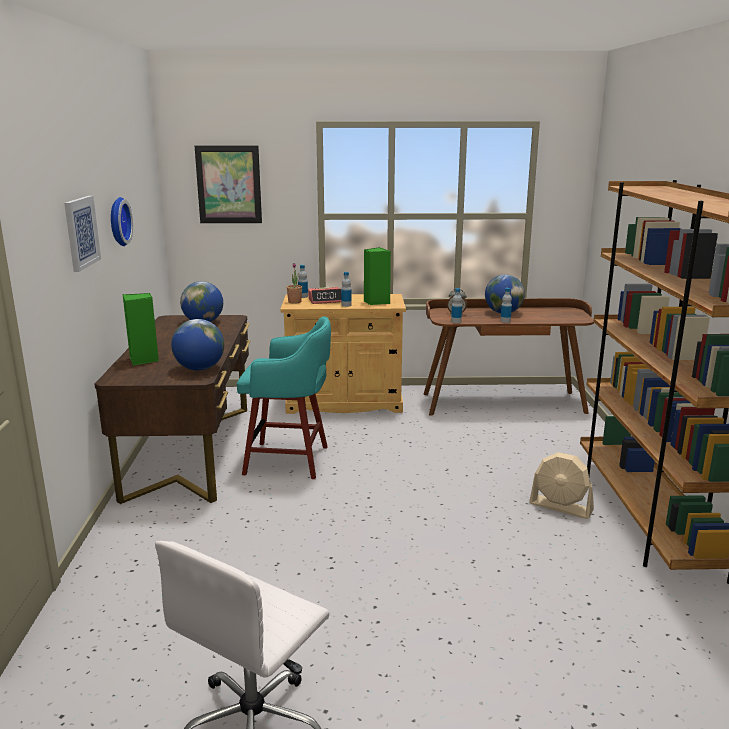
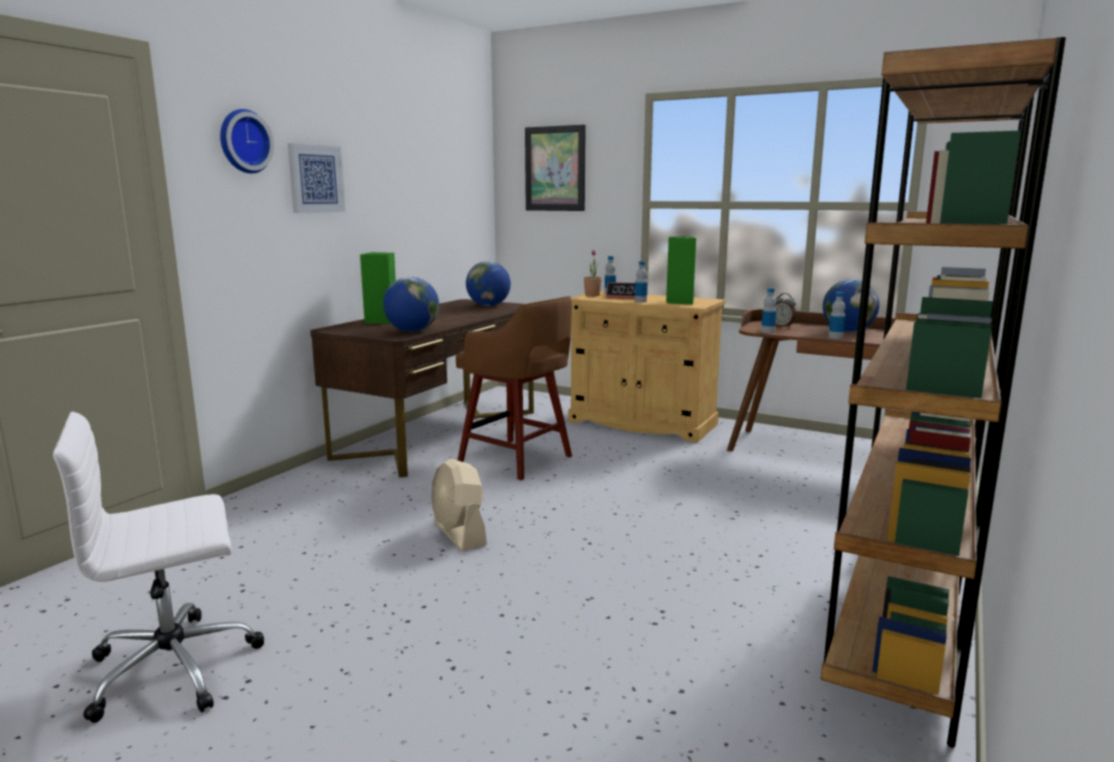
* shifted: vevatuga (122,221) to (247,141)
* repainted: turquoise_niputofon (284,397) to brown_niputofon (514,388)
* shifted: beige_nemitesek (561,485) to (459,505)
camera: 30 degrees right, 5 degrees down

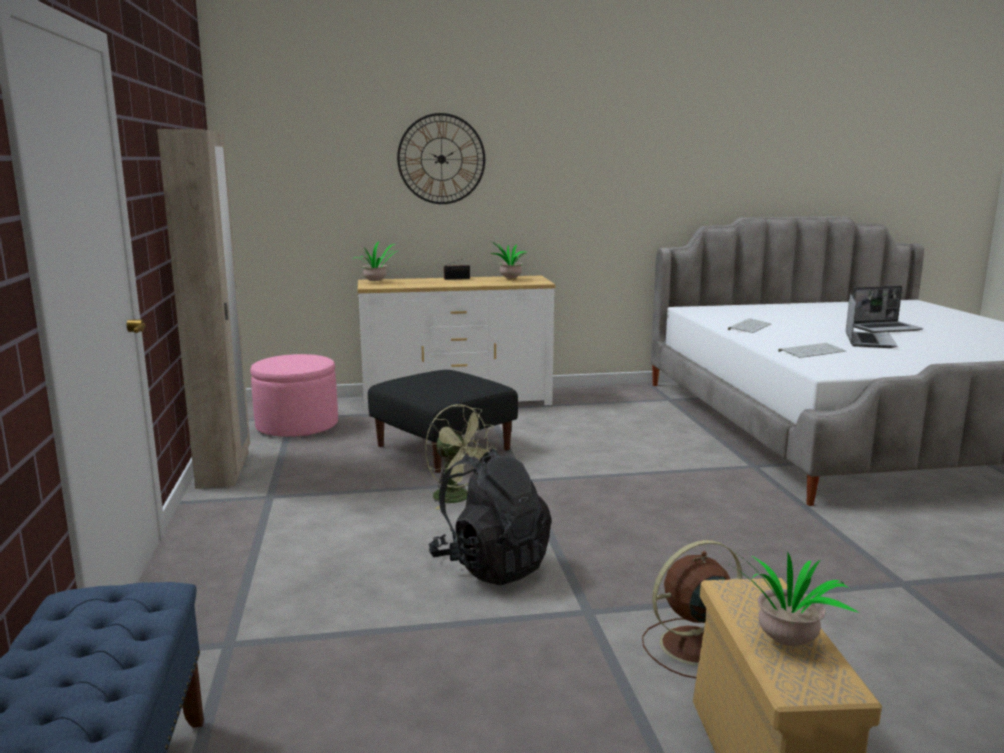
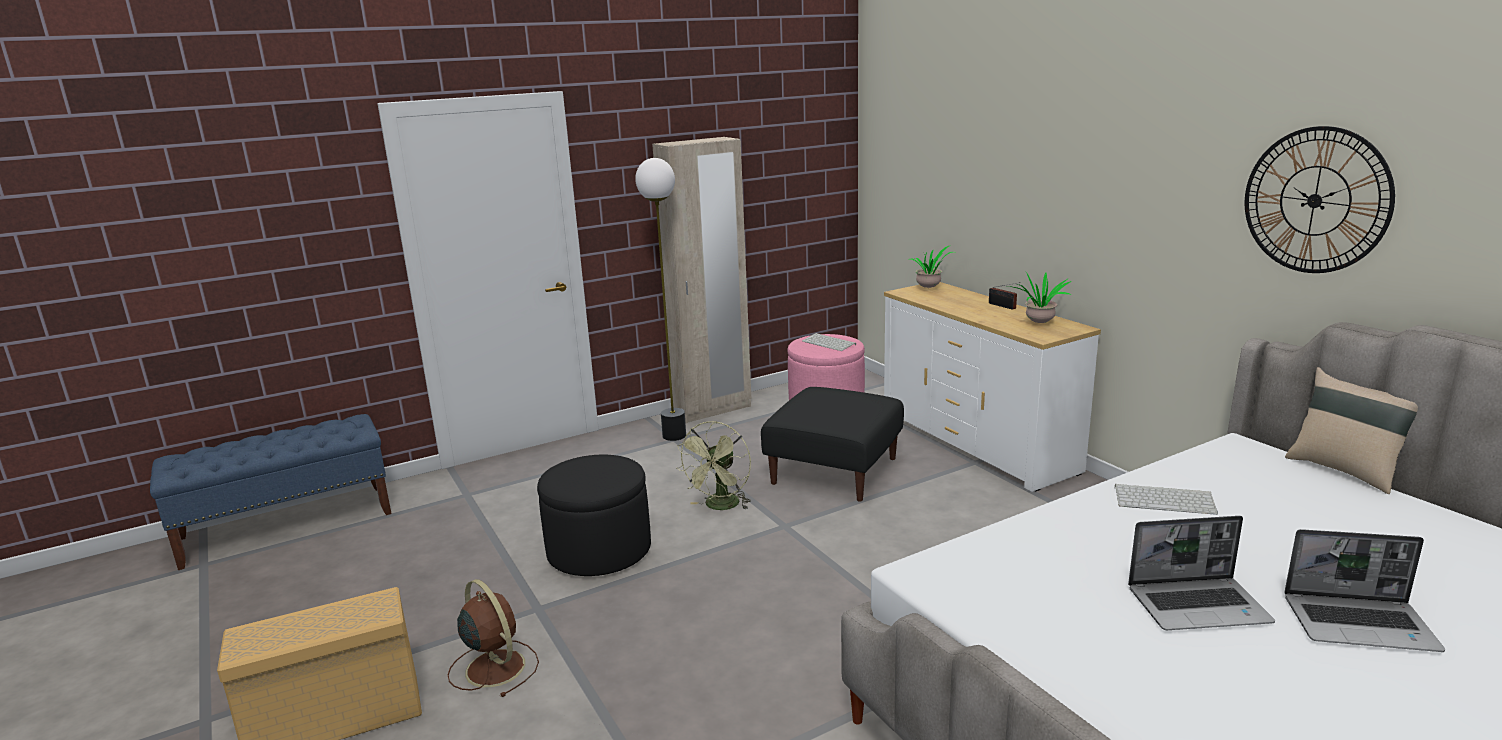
* shifted: vevatuga (441,158) to (1320,199)
* swapped: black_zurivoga (490,516) to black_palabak (594,515)
* gone: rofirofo (797,599)
* shifted: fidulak (812,350) to (829,342)
* rotated: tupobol (888,309) = (1364,590) 45 degrees counterclockwise
* new: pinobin (660,299)
* new: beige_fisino (1351,430)
camera: 70 degrees right, 5 degrees up

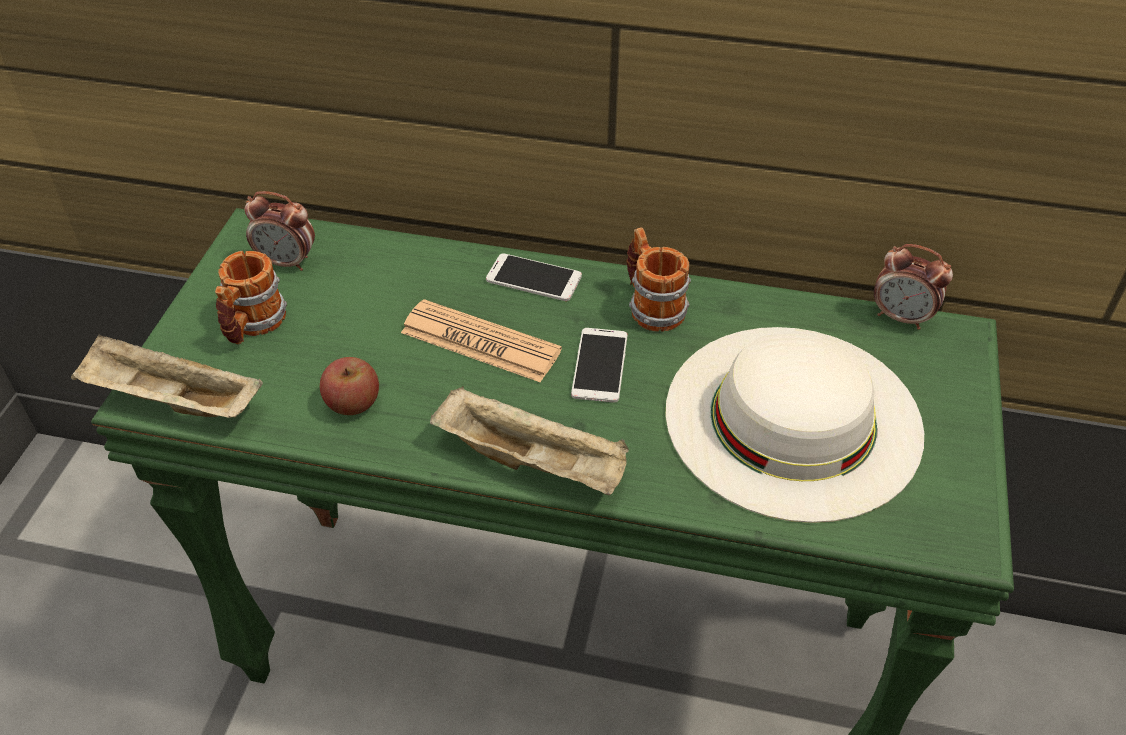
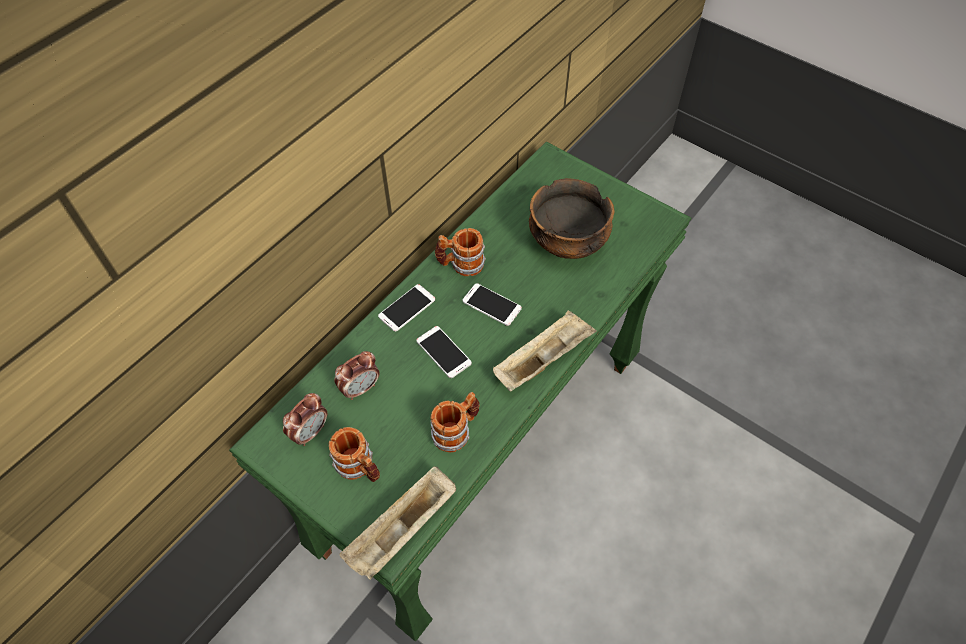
* swapped: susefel (349,386) to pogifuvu (455,422)
* swapped: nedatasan (481,341) to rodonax (444,352)
* swapped: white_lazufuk (794,425) to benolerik (572,218)
* shifted: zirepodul (913,287) to (357,375)
camera: 65 degrees left, 10 degrees up

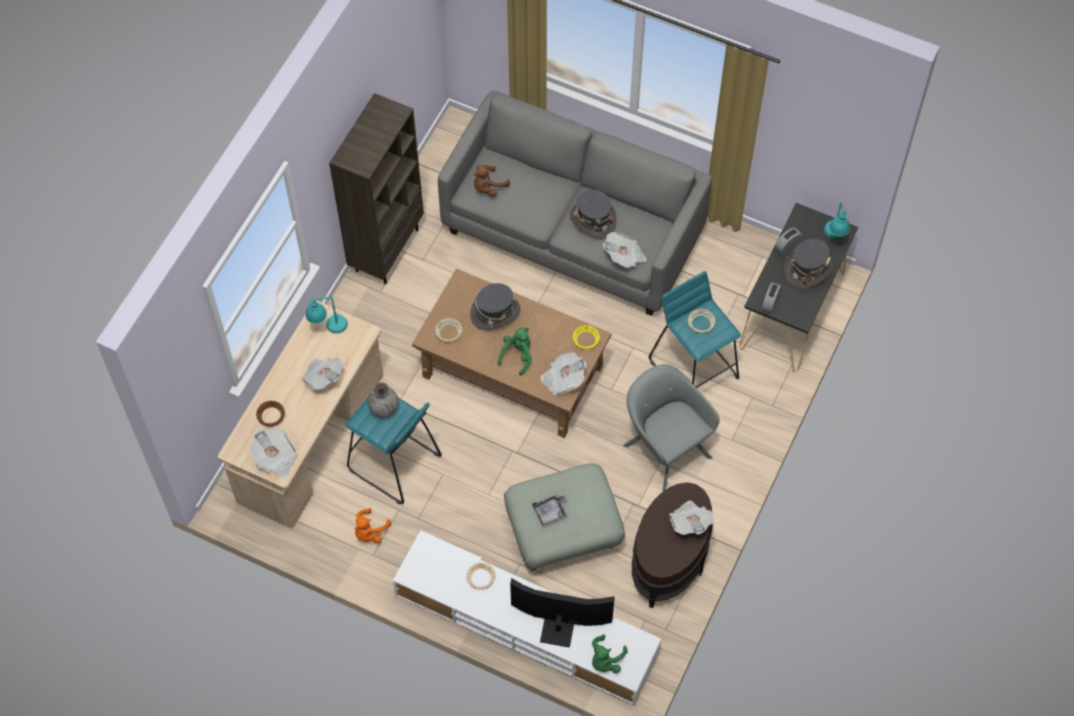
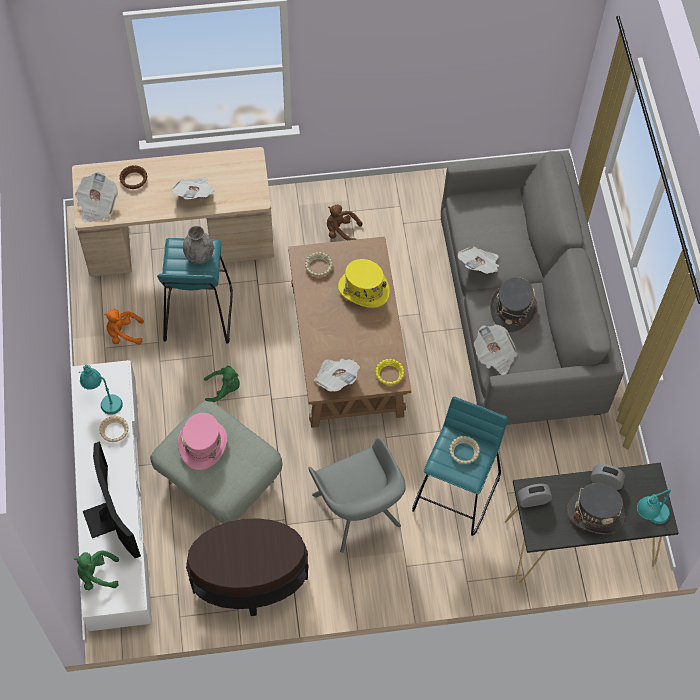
* shifted: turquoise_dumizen (327,315) to (100,390)
* gone: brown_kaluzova (376,188)
* repainted: grey_lazufuk (495,306) to yellow_lazufuk (364,283)
* shifted: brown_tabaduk (492,181) to (344,222)
* shifted: green_tabaduk (515,352) to (222,384)
* swapped: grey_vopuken (550,510) to pink_lazufuk (202,441)
* rotated: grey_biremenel (671,427) = (357,495) 135 degrees clockwise
* shifted: nedatasan (691,518) to (478,260)
camera: 55 degrees right, 0 degrees up

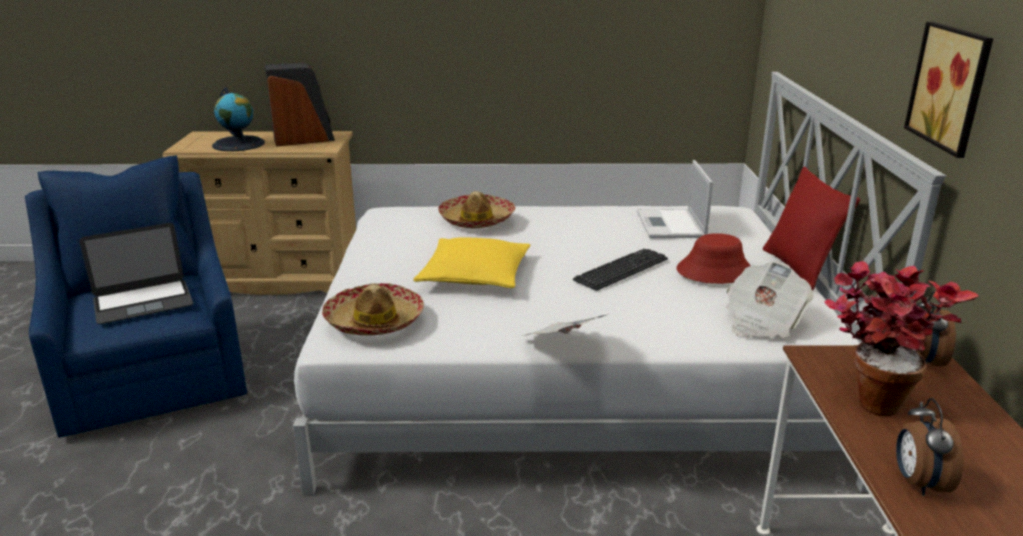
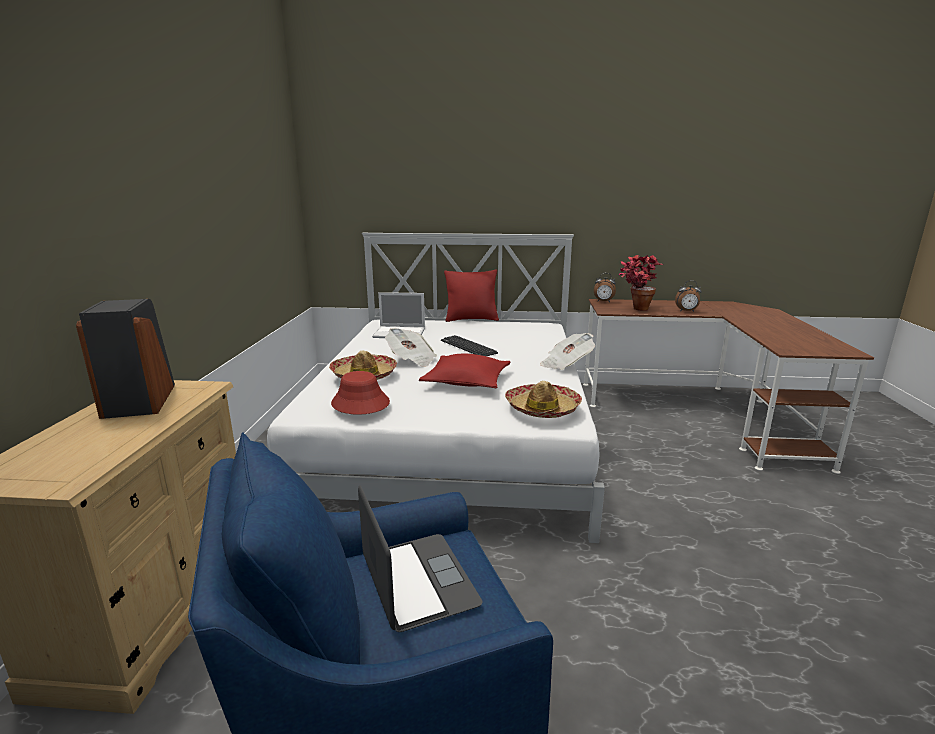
* gone: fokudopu (238,119)
* repainted: yellow_fisino (471,262) to red_fisino (465,371)
* shifted: red_lazufuk (713,258) to (360,393)
* shifted: nedatasan (769,300) to (411,347)
* gone: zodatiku (948,90)
camera: 85 degrees left, 5 degrees down

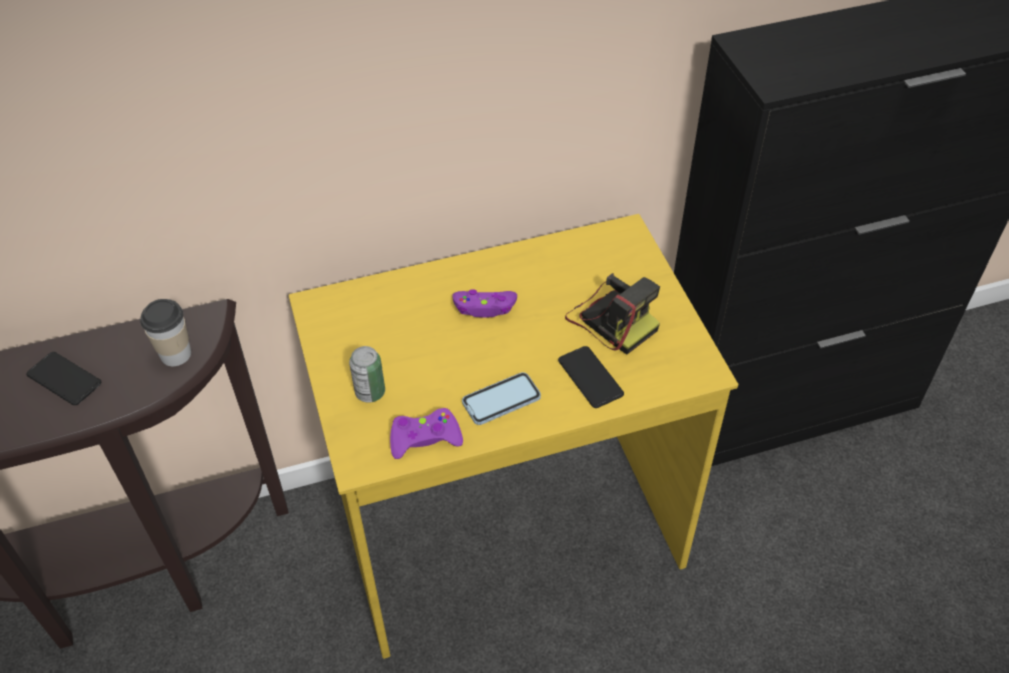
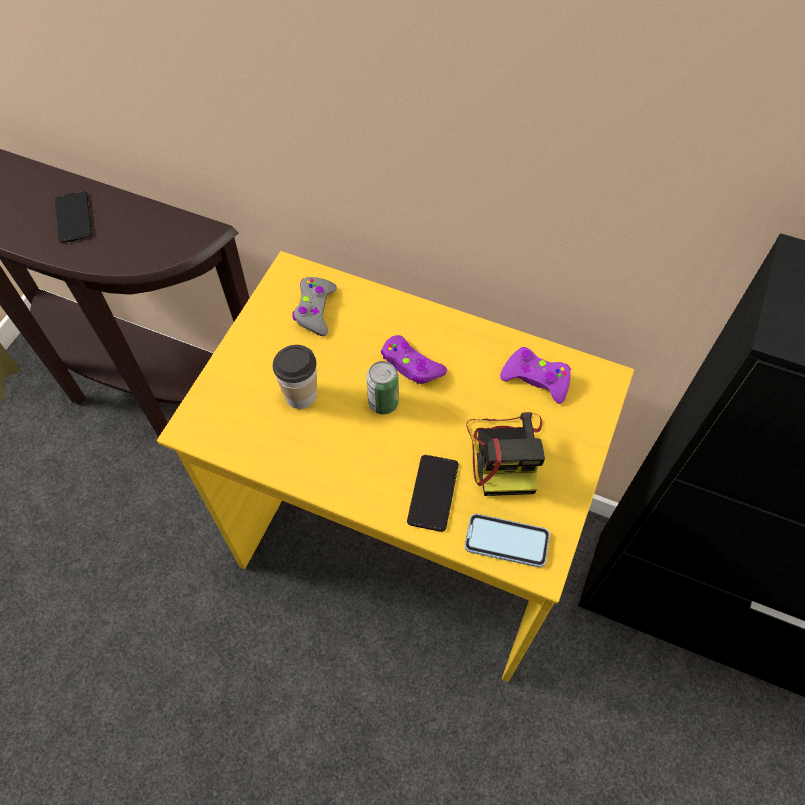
* shifted: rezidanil (165,332) to (295,377)
* shifted: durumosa (367,374) to (382,387)
* shifted: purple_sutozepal (426,433) to (535,375)
* shifted: rodonax (501,398) to (507,540)
* new: grey_sutozepal (314,306)
camera: 40 degrees right, 10 degrees up

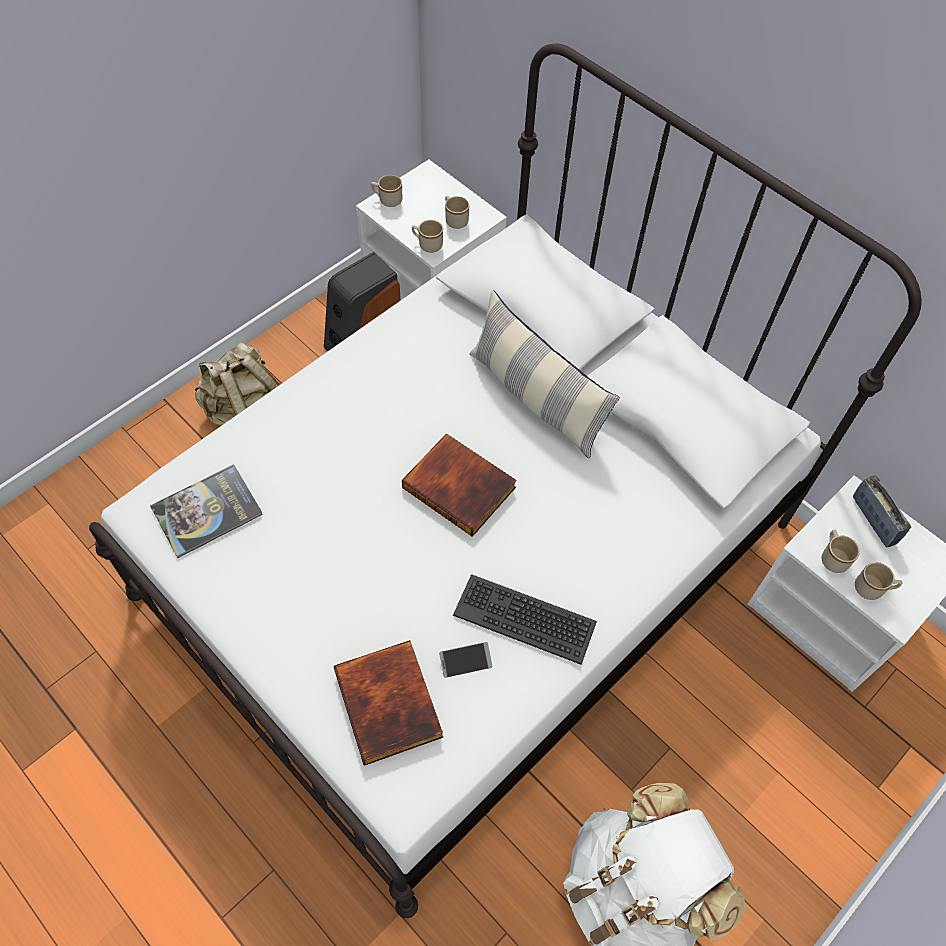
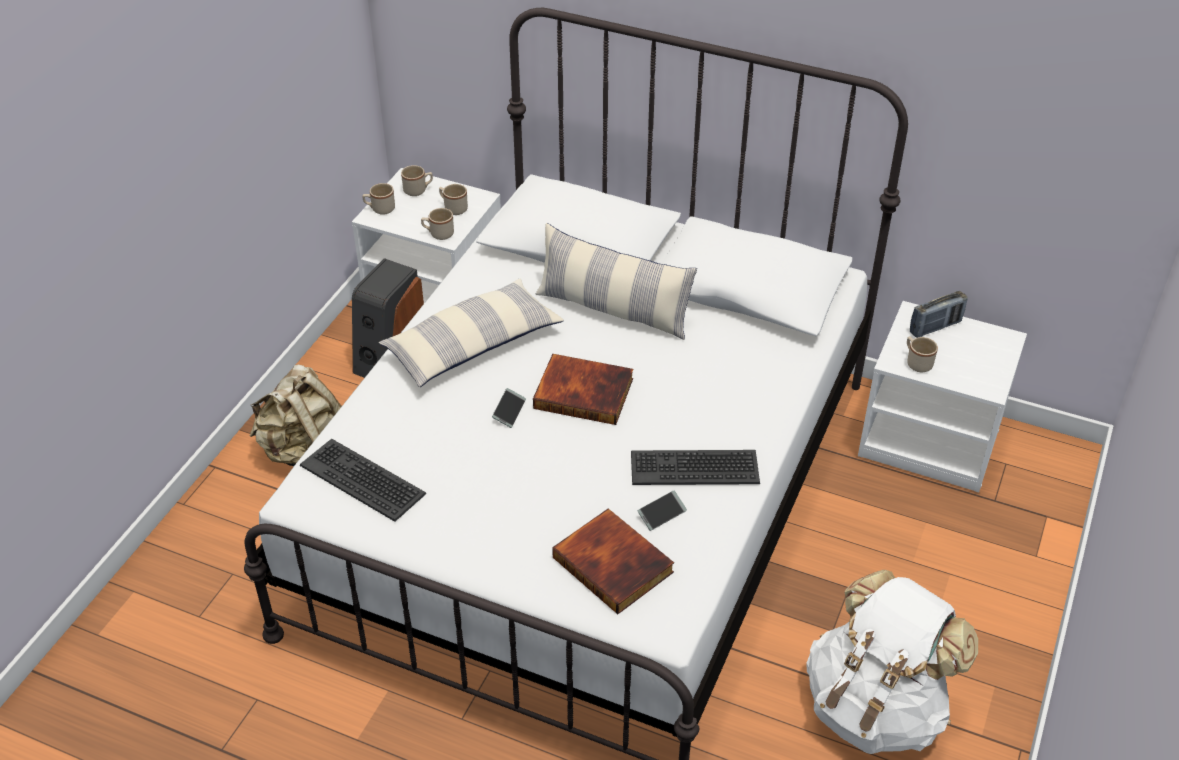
* swapped: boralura (206,511) to fidulak (363,480)
* rotated: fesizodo (882,511) = (939,314) 105 degrees clockwise
* shifted: beige_pogifuvu (878,581) to (417,180)
* new: fisino (471,333)
* new: rodonax (509,408)
camera: 20 degrees left, 15 degrees down

